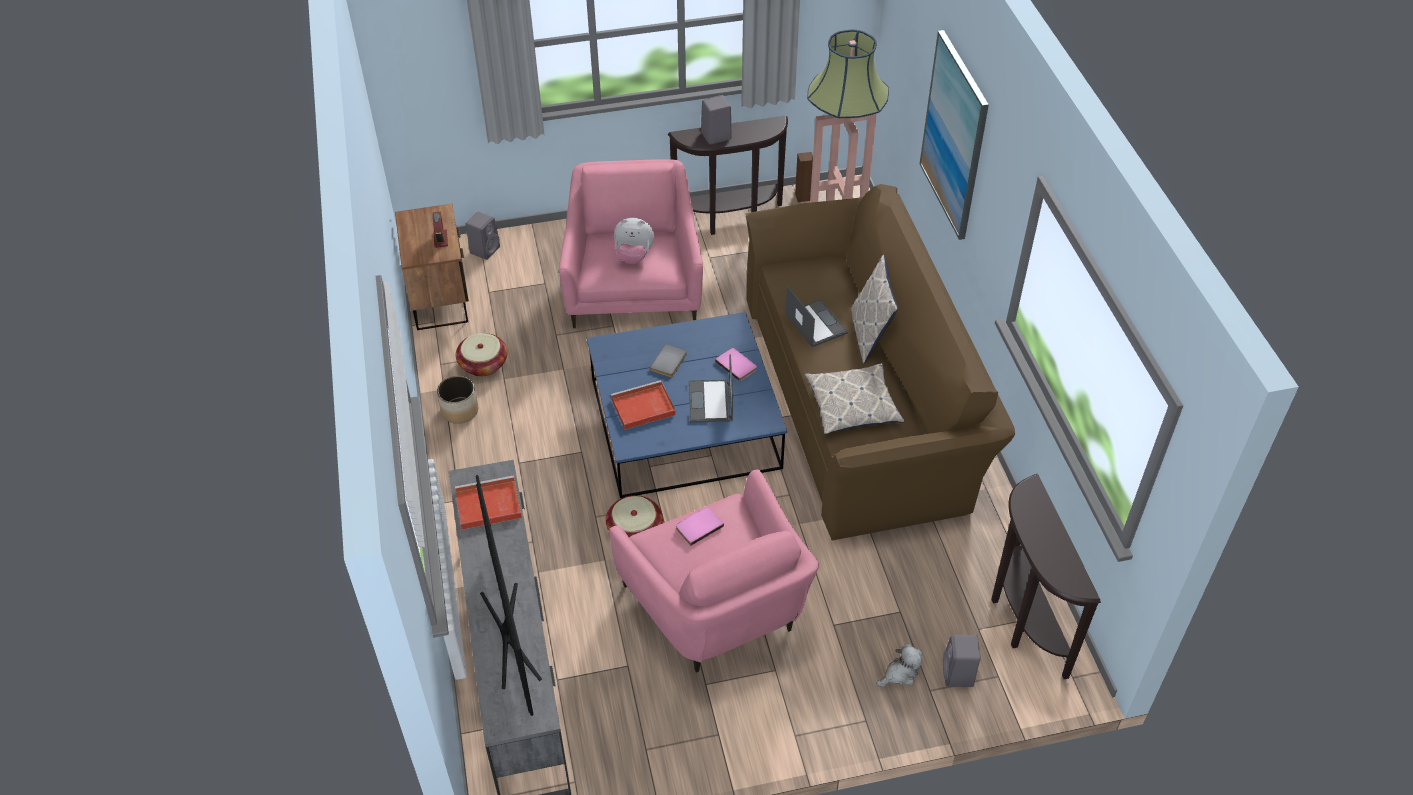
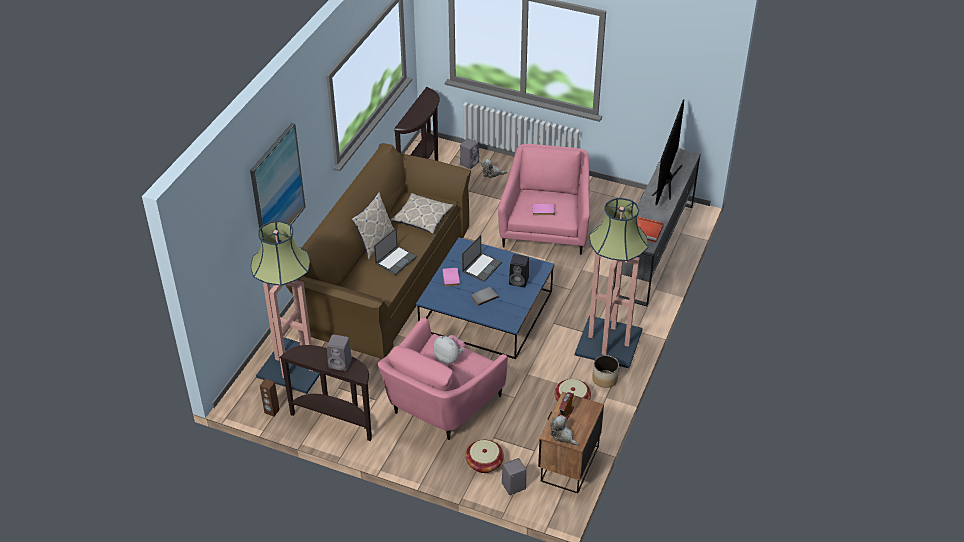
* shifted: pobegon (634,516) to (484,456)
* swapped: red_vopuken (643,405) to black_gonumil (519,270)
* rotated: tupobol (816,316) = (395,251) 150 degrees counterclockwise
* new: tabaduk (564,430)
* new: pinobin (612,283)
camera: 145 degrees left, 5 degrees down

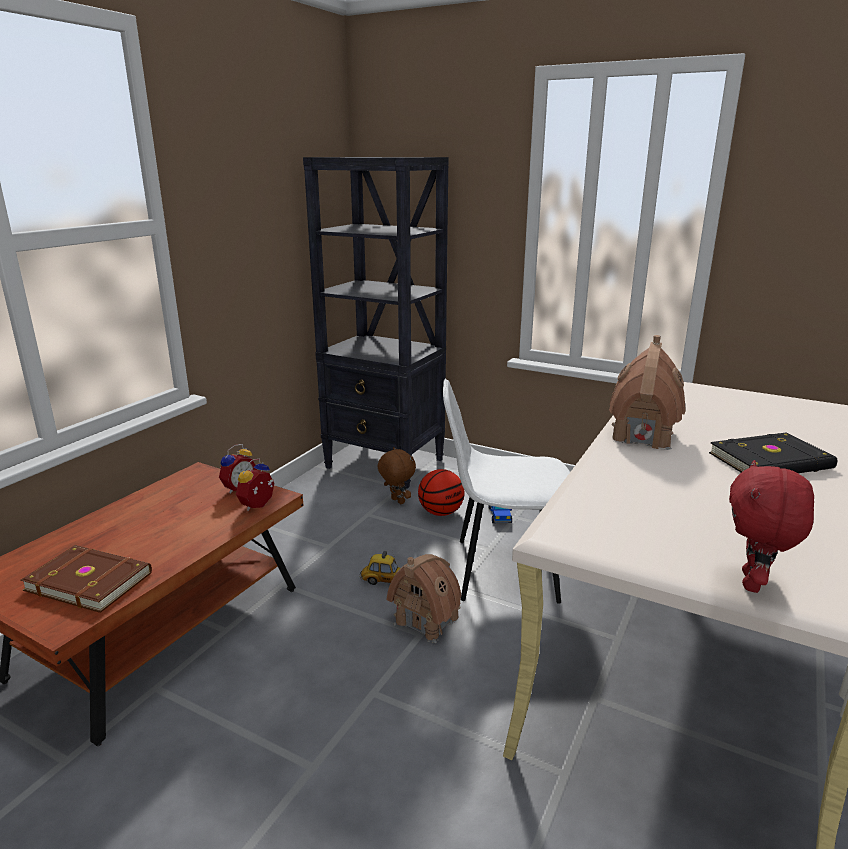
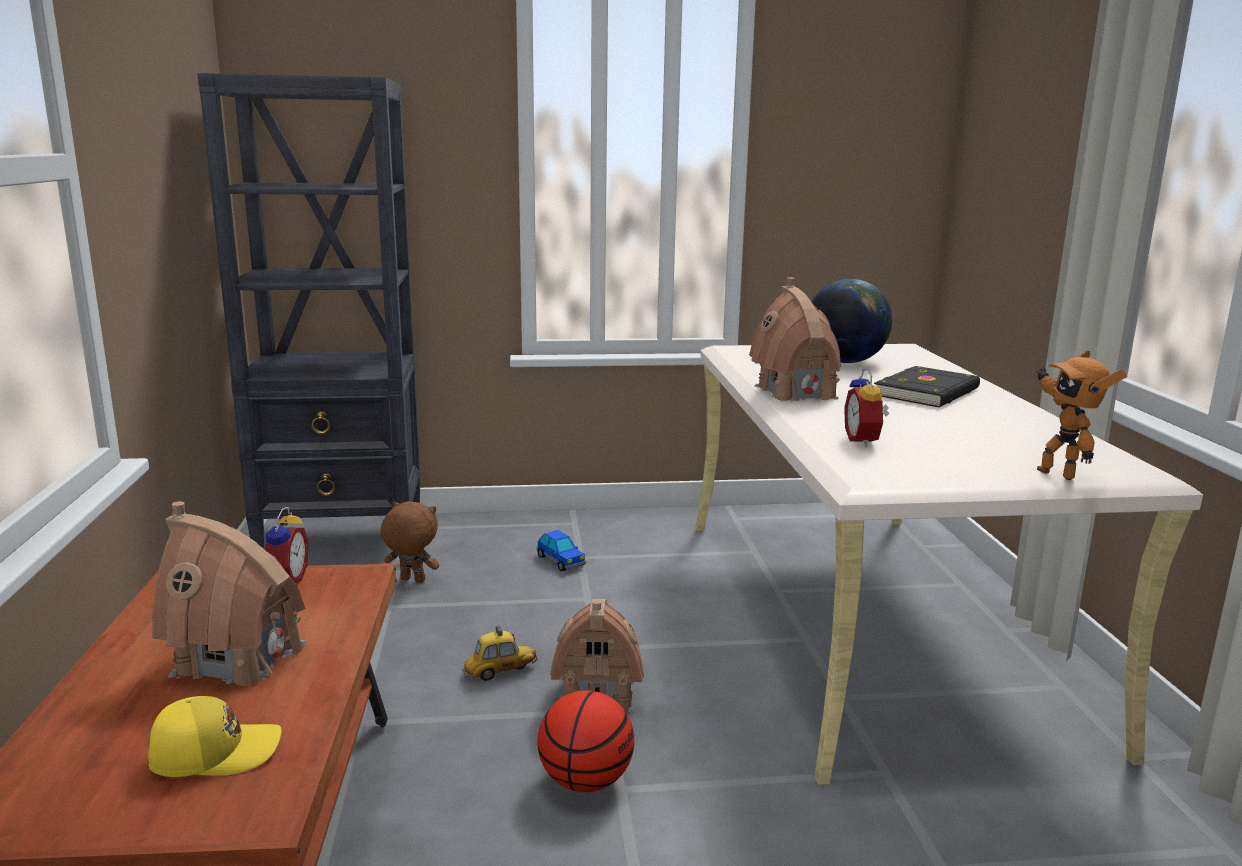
* swapped: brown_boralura (86,579) to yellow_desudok (214,736)
* shifted: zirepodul (255,485) to (866,408)
* shifted: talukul (441,492) to (585,741)
* gone: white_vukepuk (506,491)
* swapped: red_tabaduk (771,526) to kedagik (1081,415)
* new: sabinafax (229,594)
* new: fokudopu (851,321)
camera: 35 degrees left, 5 degrees down

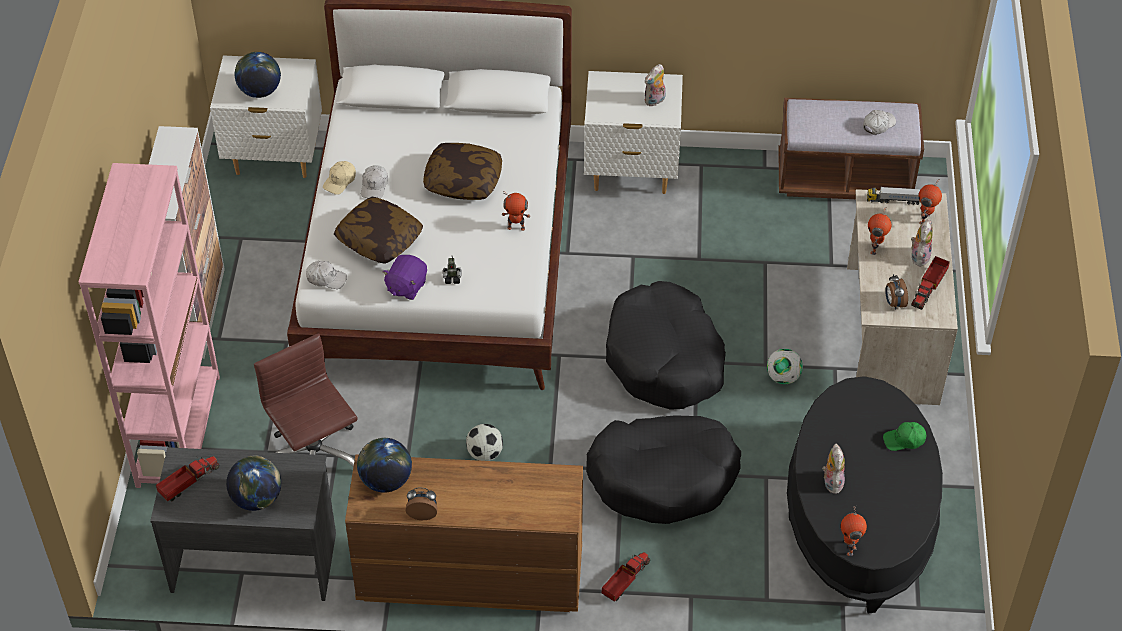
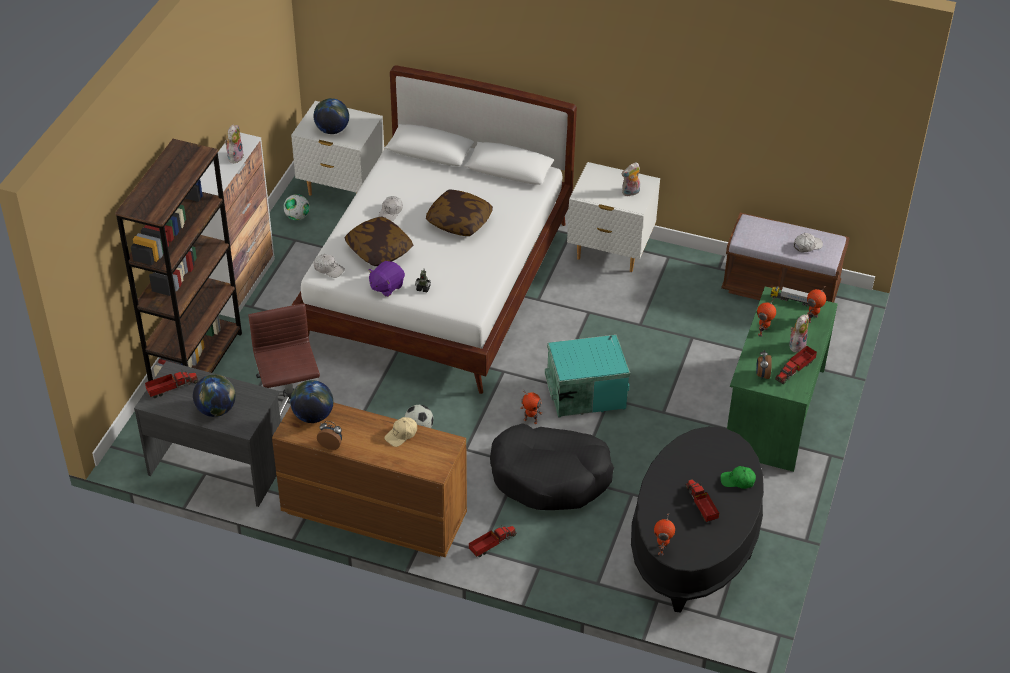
* repainted: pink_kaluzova (149,325) to brown_kaluzova (178,260)
* shifted: beige_desudok (339,178) to (400,432)
* shifted: kedagik (516,211) to (531,406)
* swapped: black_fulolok (666,345) to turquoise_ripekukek (587,376)
* shifted: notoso (785,366) to (296,207)
* shifted: tabaduk (833,468) to (234,144)
* repainted: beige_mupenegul (902,297) to green_mupenegul (782,379)
* new: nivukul (702,501)
camera: 15 degrees right, 5 degrees down

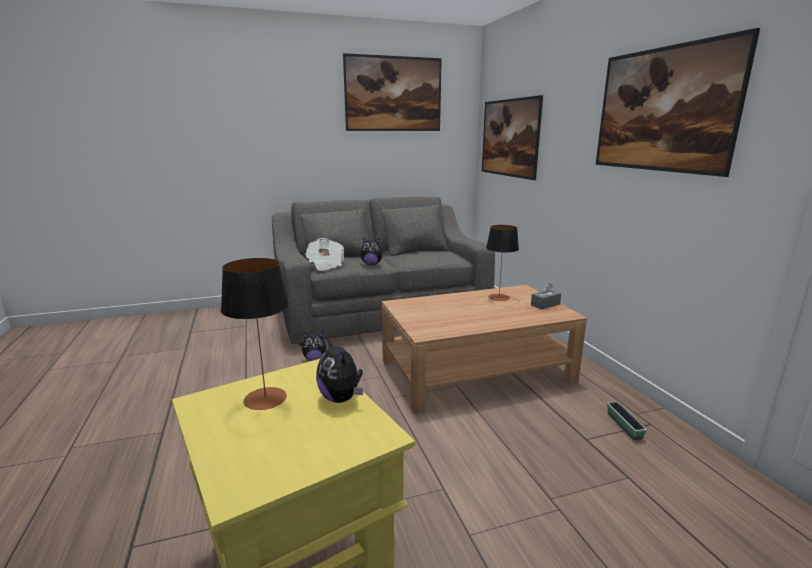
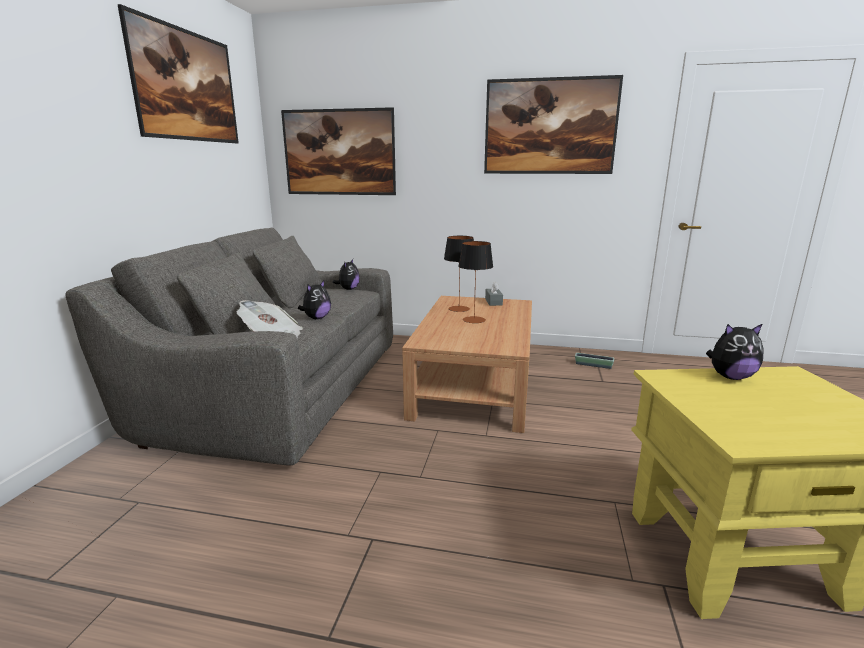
* shifted: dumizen (255,334) to (475,282)
* shifted: tabaduk (315,346) to (346,274)
camera: 60 degrees left, 0 degrees up

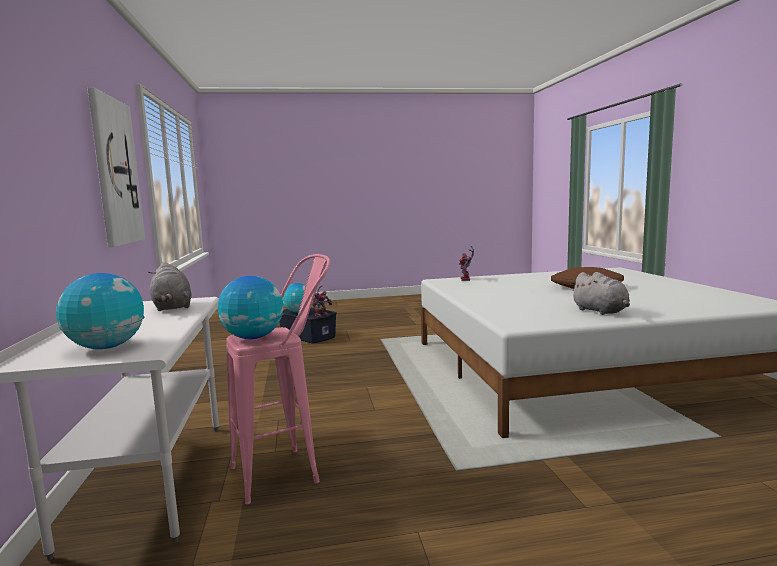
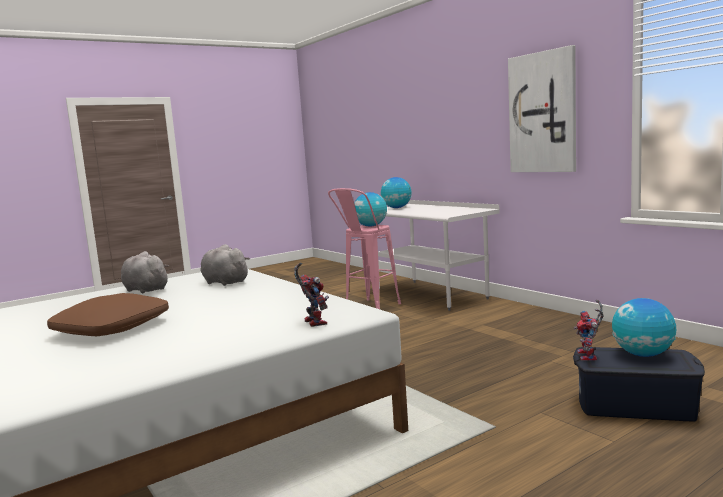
* shifted: grey_tabaduk (170,286) to (225,265)
camera: 155 degrees right, 0 degrees up

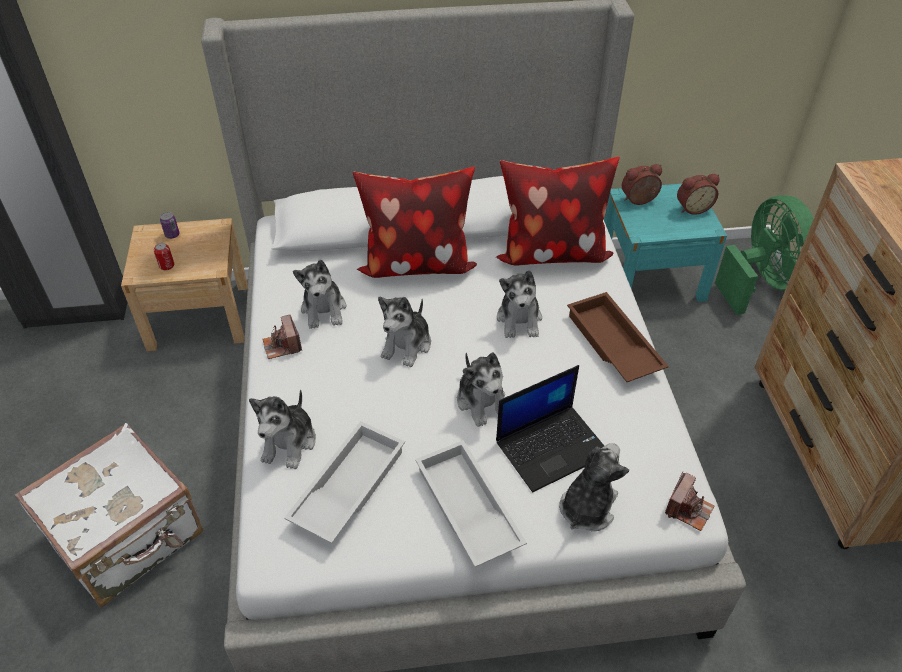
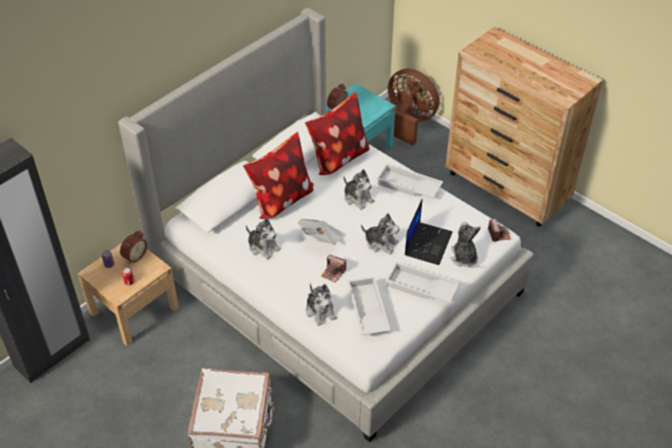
* shifted: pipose (282,337) to (333,268)
* swapped: tabaduk (404,332) to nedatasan (321,231)
* repainted: brown_vopuken (618,337) to white_vopuken (409,180)
* shifted: zirepodul (698,194) to (133,247)
* repainted: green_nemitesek (764,255) to brown_nemitesek (414,106)
camera: 40 degrees left, 0 degrees up

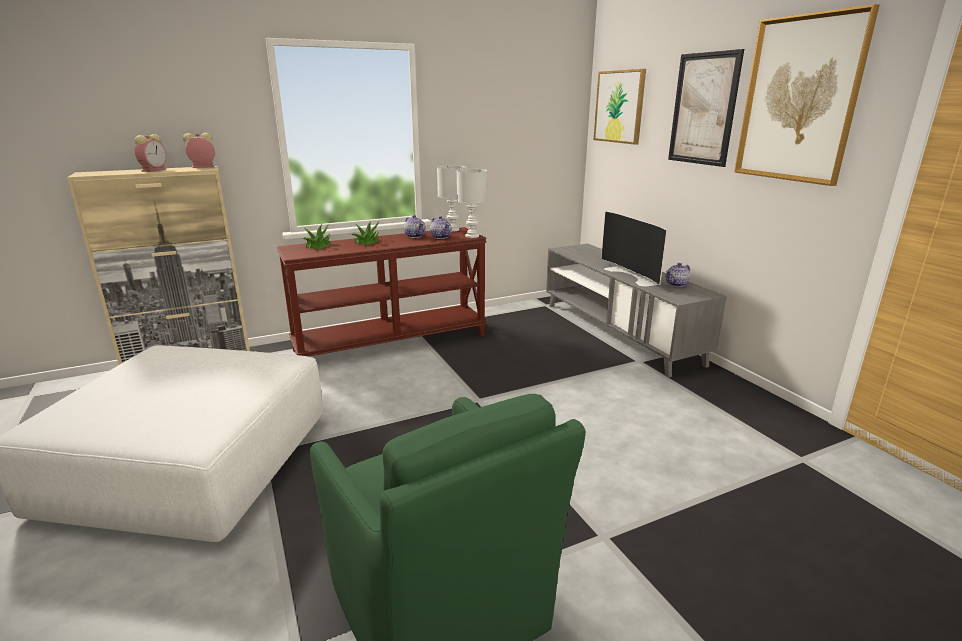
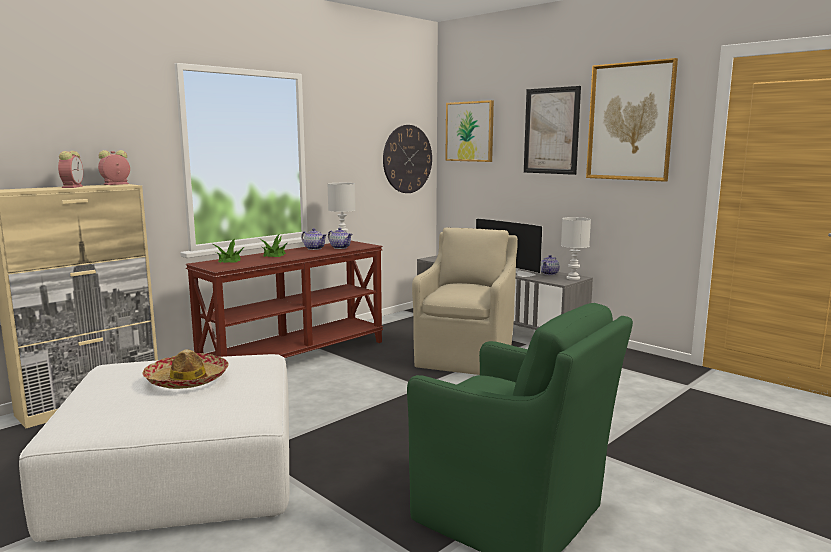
* shifted: white_dumizen (472,203) to (576,248)
* new: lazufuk (185,369)
* new: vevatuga (407,159)
* new: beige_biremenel (465,301)
camera: 20 degrees left, 10 degrees down

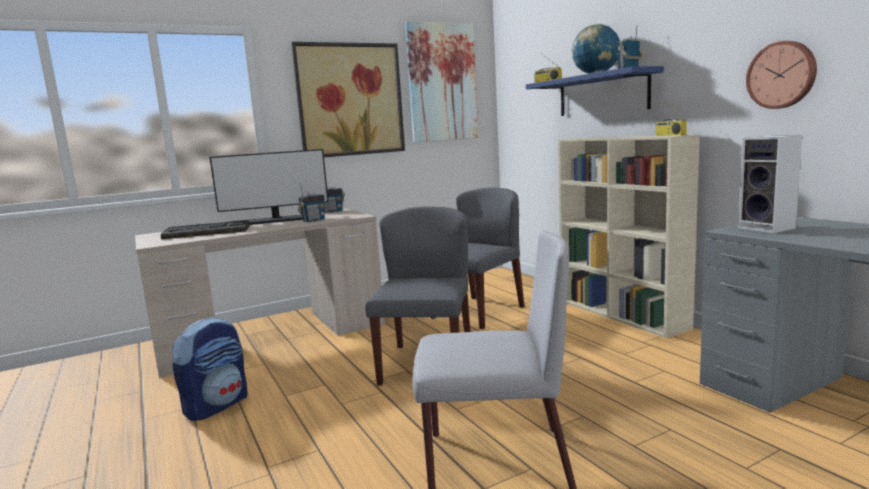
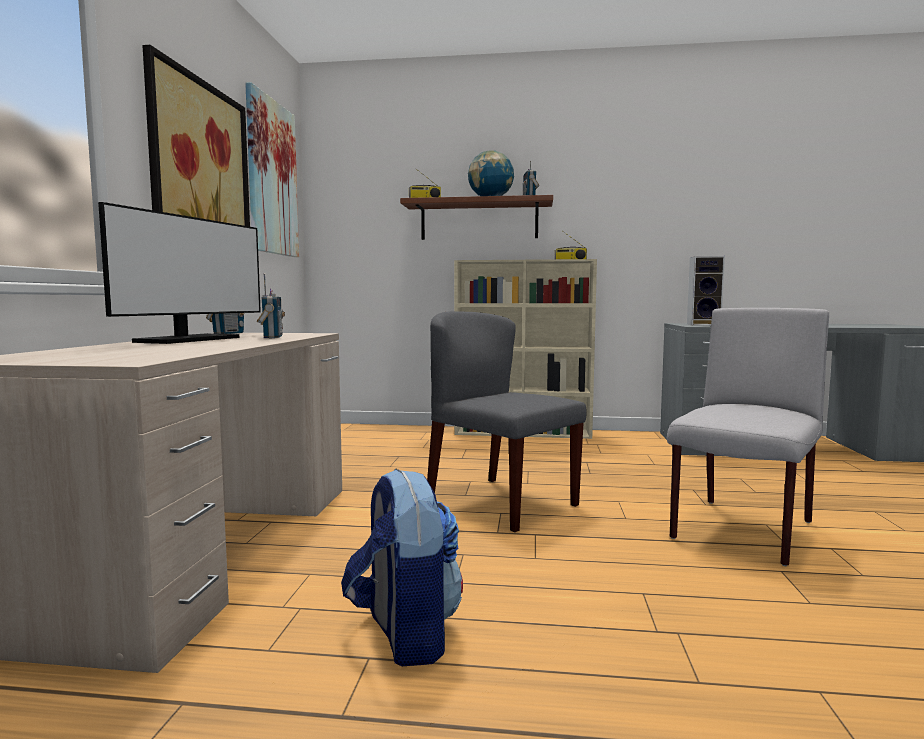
* gone: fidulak (205,229)
* gone: grey_vukepuk (478,258)
* repainted: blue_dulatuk (595,91) to brown_dulatuk (476,217)
* gone: vevatuga (781,75)
camera: 55 degrees left, 5 degrees down

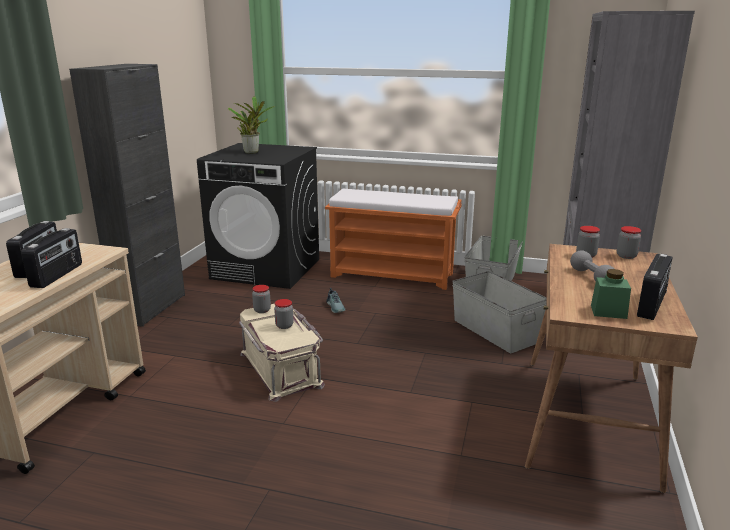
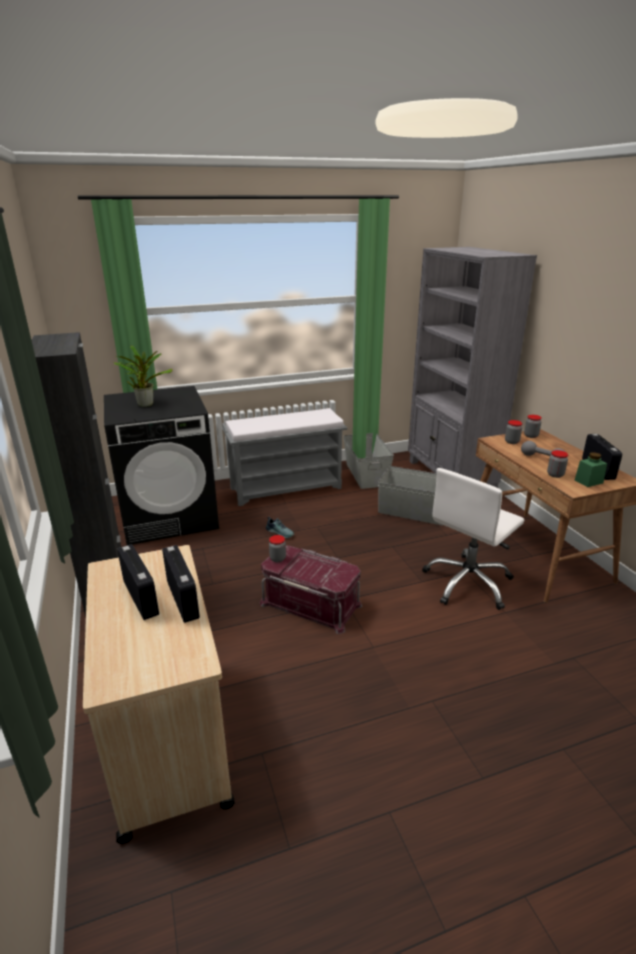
* repainted: beige_ripekukek (282,353) to red_ripekukek (311,589)
* shifted: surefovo (284,314) to (557,464)
* repainted: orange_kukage (393,239) to grey_kukage (284,457)
* new: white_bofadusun (473,539)
camera: 35 degrees left, 5 degrees up

